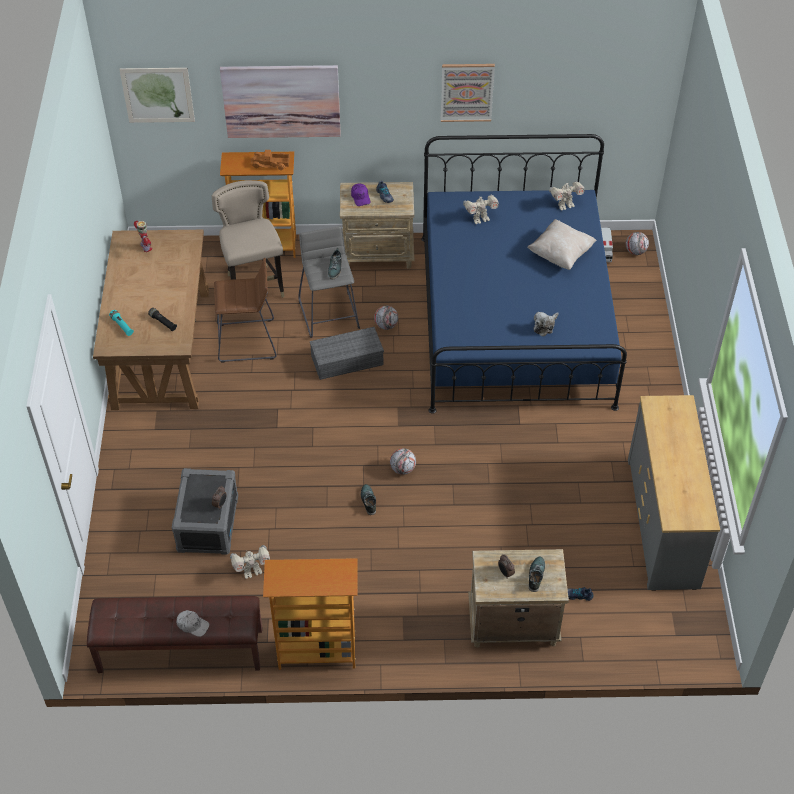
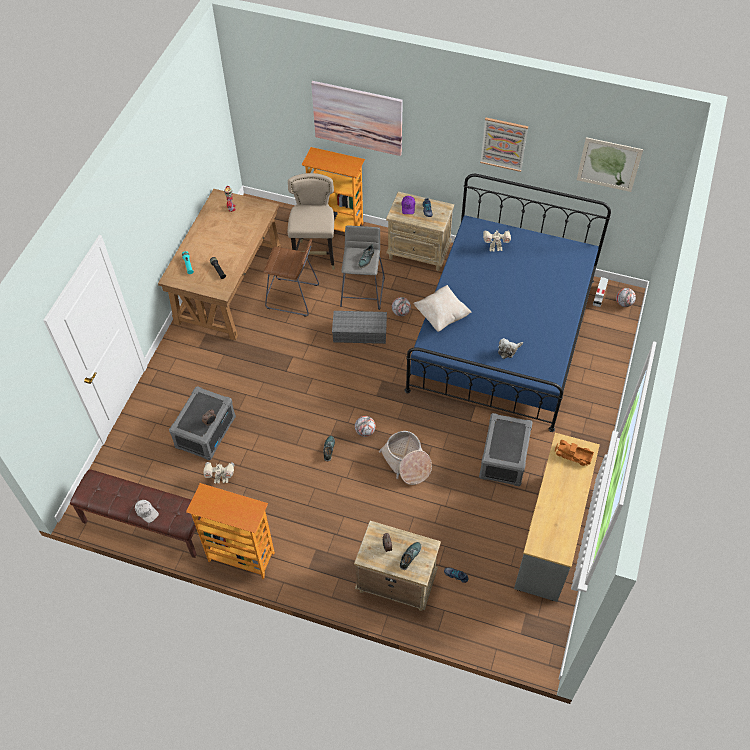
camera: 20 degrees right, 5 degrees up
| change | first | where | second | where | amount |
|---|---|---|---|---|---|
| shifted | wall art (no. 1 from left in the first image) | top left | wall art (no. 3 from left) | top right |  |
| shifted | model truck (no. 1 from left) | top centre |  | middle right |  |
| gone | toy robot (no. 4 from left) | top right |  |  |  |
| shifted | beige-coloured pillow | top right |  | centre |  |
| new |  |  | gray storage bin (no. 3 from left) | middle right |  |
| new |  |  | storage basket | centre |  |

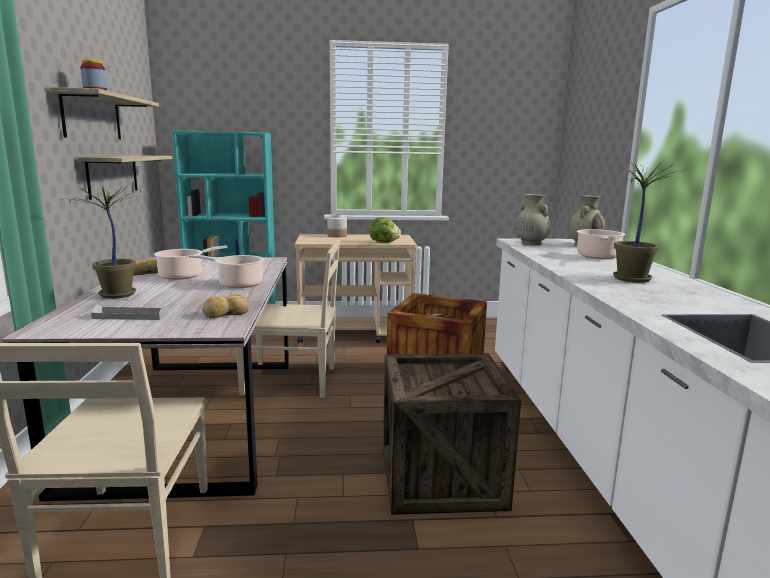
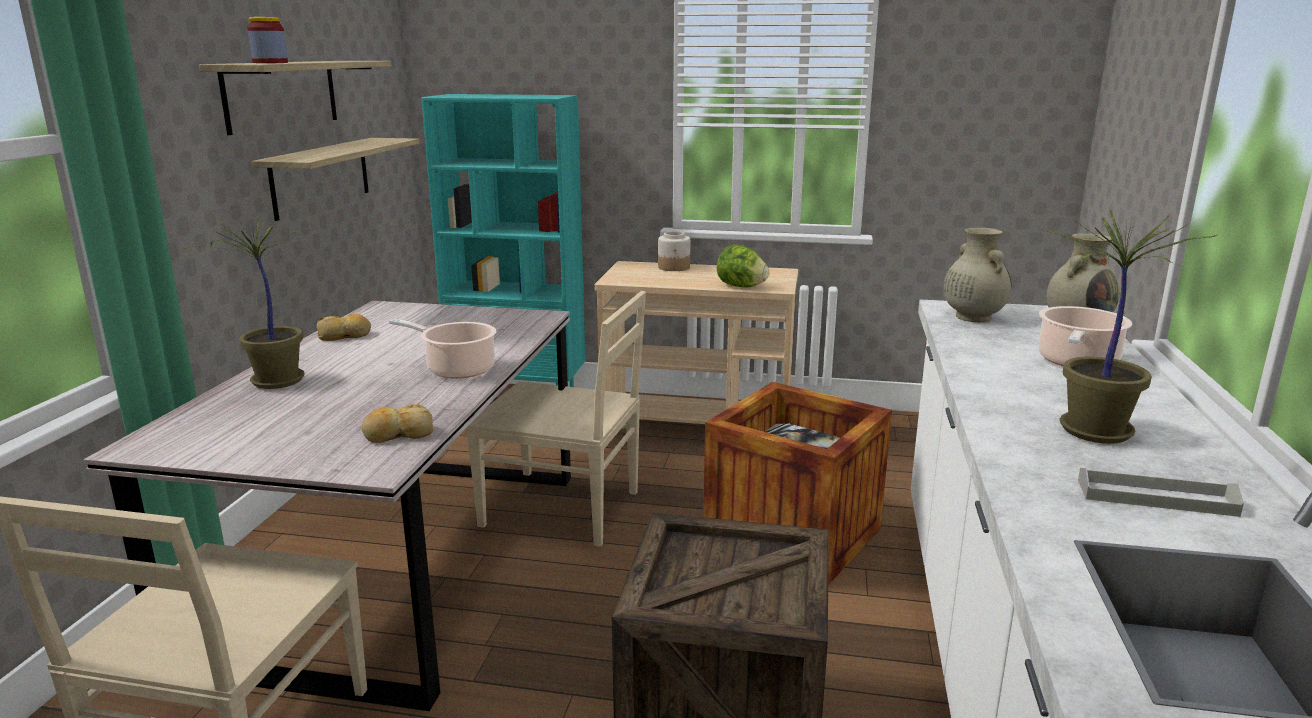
camera: 15 degrees right, 5 degrees up
| change | first | where | second | where | amount |
|---|---|---|---|---|---|
| gone | stockpot (no. 1 from left) | middle left |  |  |  |
| shifted | gray tray | middle left |  | bottom right |  |

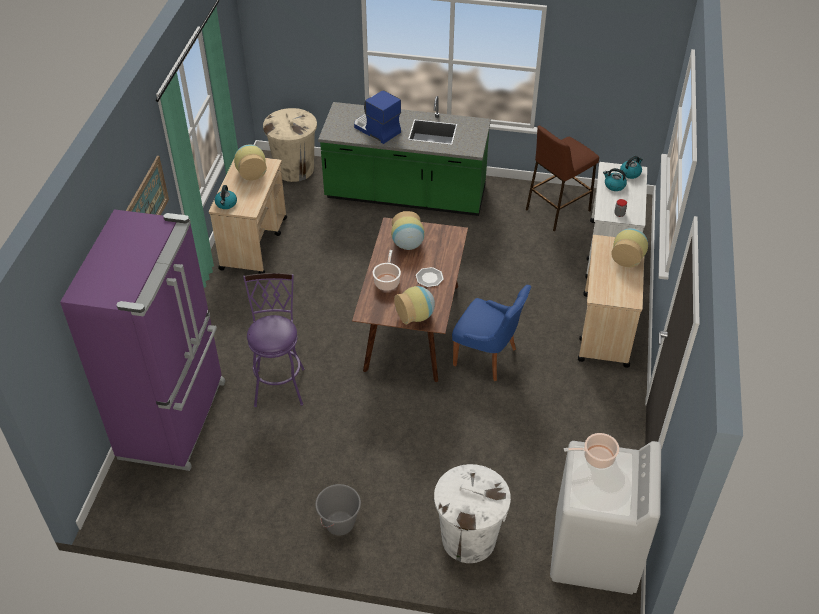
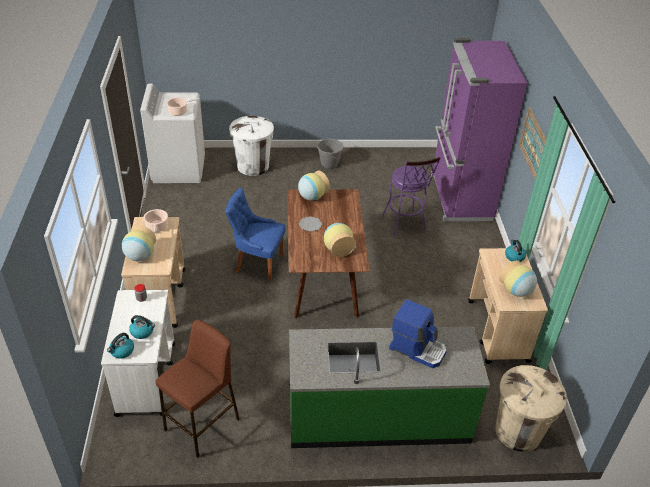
camera: 165 degrees right, 5 degrees down
| change | first | where | second | where | amount |
|---|---|---|---|---|---|
| shifted | stockpot (no. 1 from left) | centre |  | middle left |  |

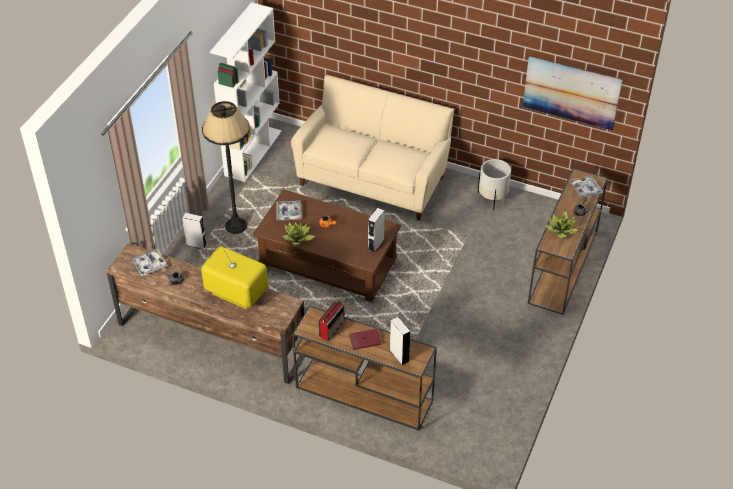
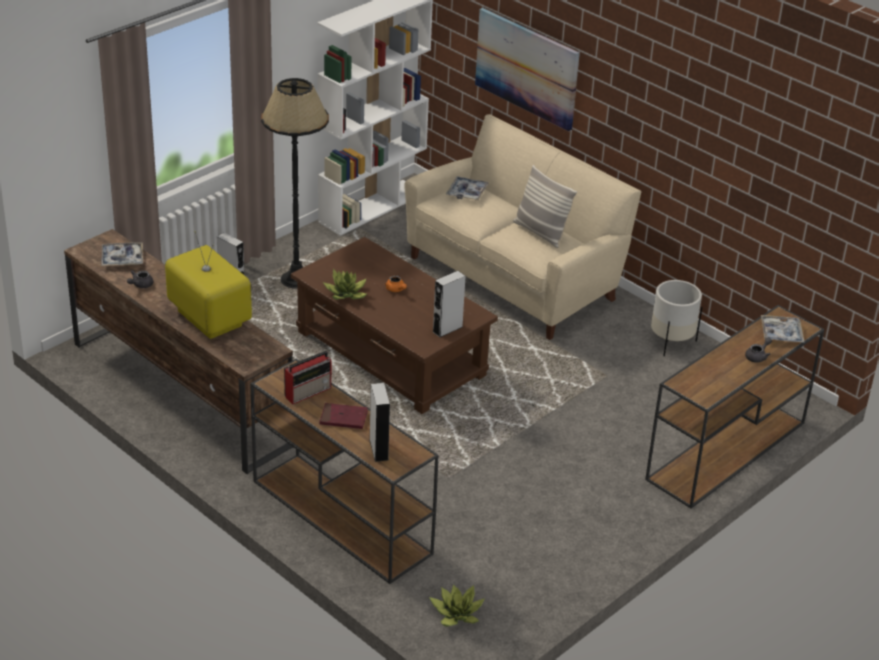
camera: 20 degrees right, 10 degrees down
| change | first | where | second | where | amount |
|---|---|---|---|---|---|
| shifted | wall art | top right |  | top centre |  |
| shifted | tray (no. 2 from left) | centre |  | top centre |  |
| shifted | potted plant (no. 2 from left) | middle right |  | bottom centre |  |
| new |  |  | pillow | top centre |  |

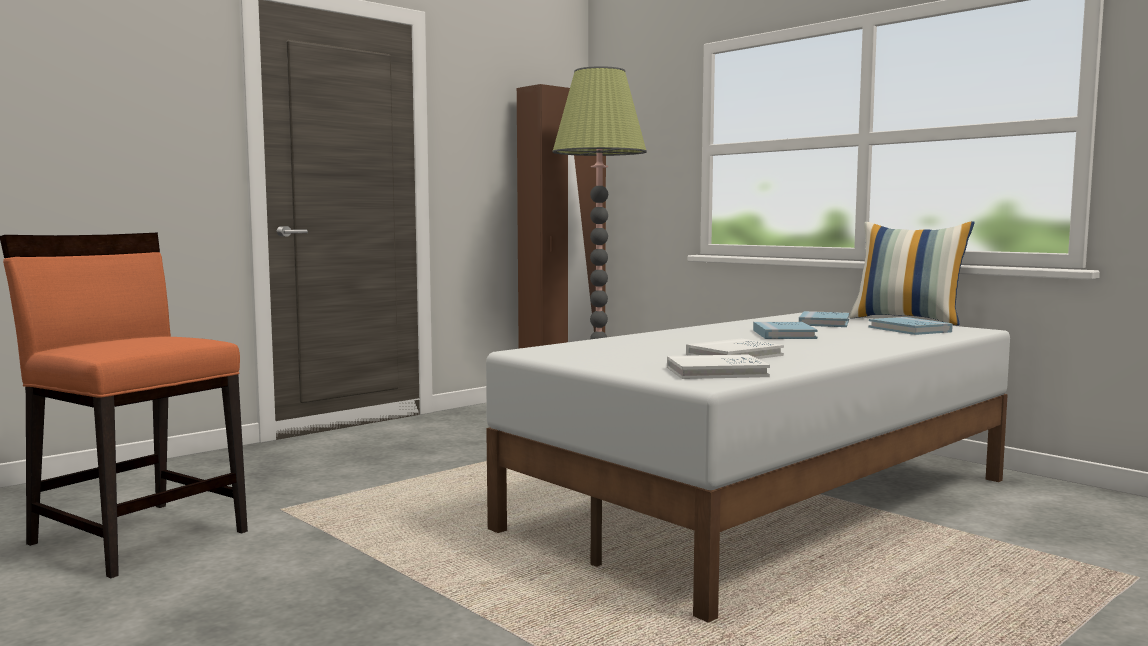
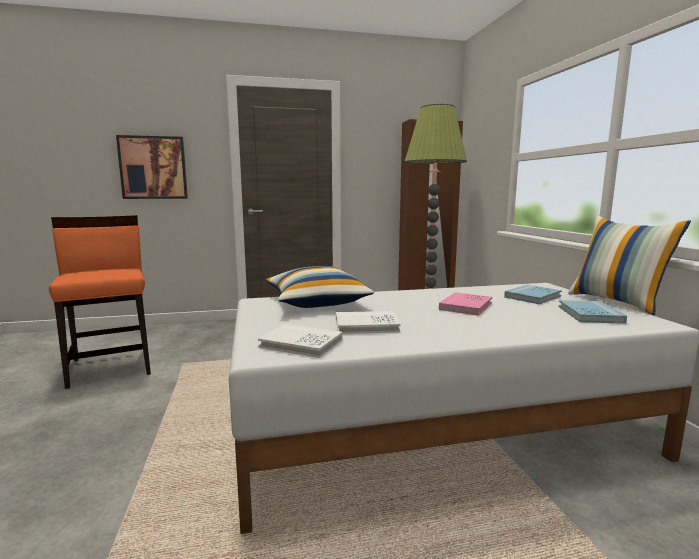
camera: 30 degrees right, 5 degrees up
| change | first | where | second | where | amount |
|---|---|---|---|---|---|
| repainted | bluish bound book (no. 1 from left) | middle right | pink bound book | centre |  |
| new |  |  | wall art | top left |  |
| new |  |  | pillow (no. 1 from left) | centre |  |

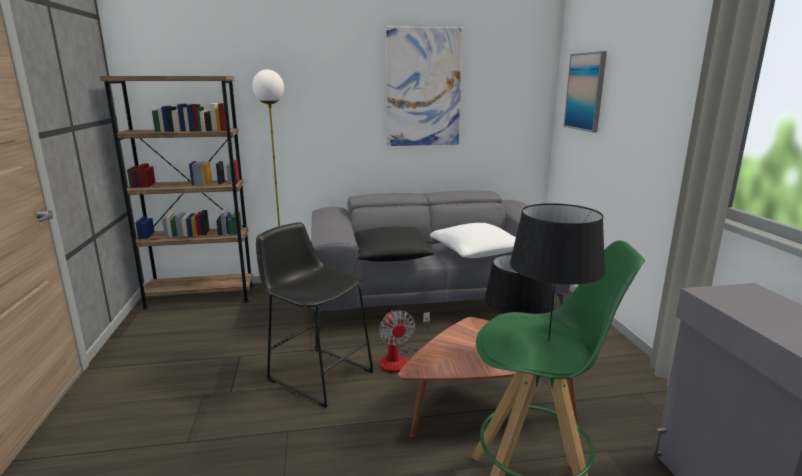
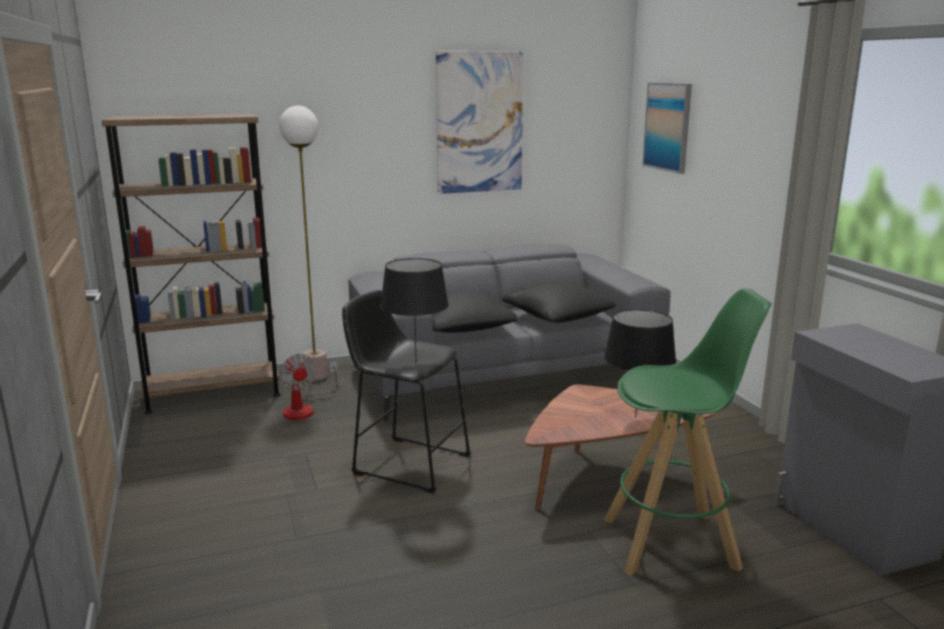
camera: 10 degrees left, 0 degrees up
| change | first | where | second | where | amount |
|---|---|---|---|---|---|
| shifted | blackish lamp for a table (no. 2 from left in the first image) | middle right | blackish lamp for a table (no. 1 from left) | centre |  |
| repainted | white pillow | centre | blackish pillow (no. 2 from left) | centre |  |
| shifted | fan | bottom centre |  | middle left |  |

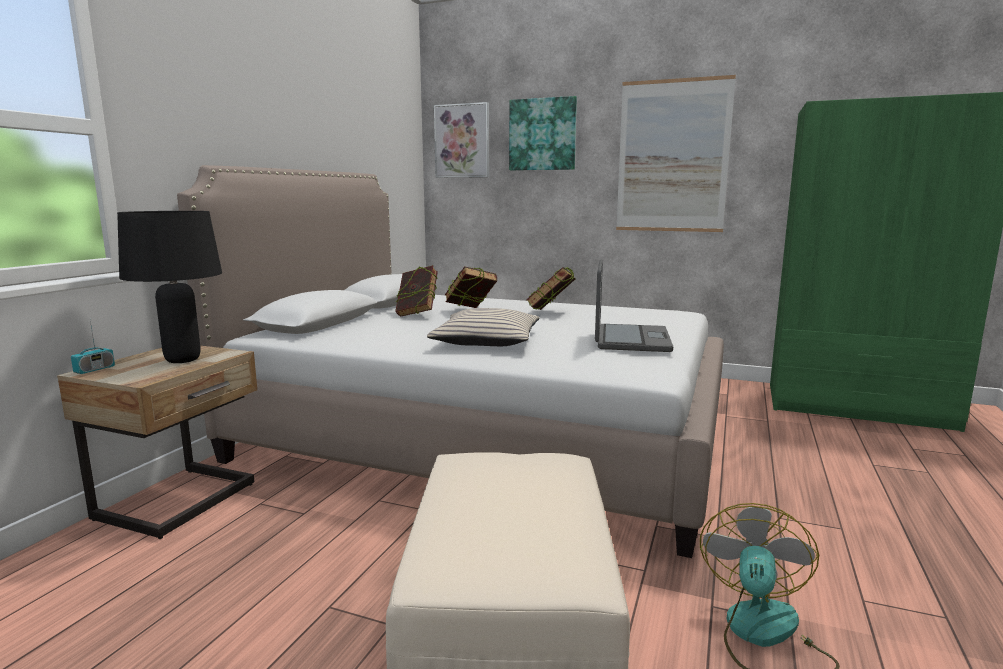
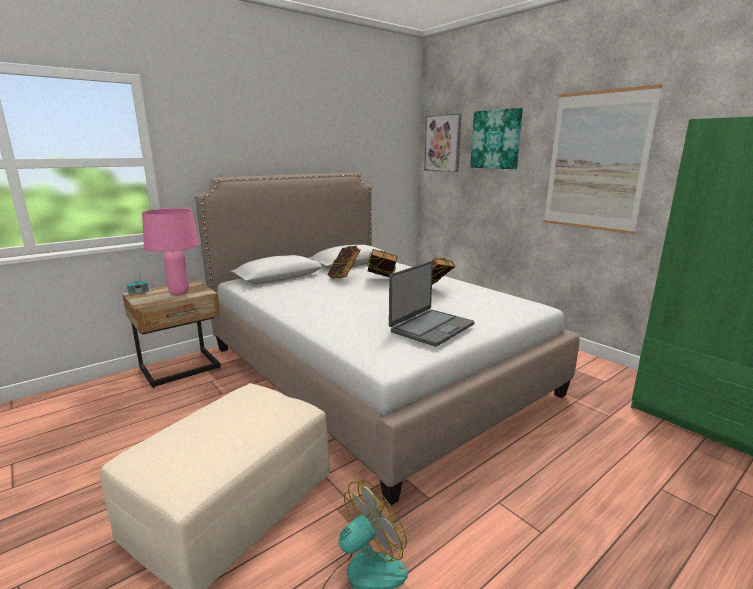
camera: 30 degrees right, 5 degrees up
| change | first | where | second | where | amount |
|---|---|---|---|---|---|
| repainted | blackish lamp for a table | middle left | pink lamp for a table | middle left |  |
| gone | beige-coloured pillow | centre |  |  |  |

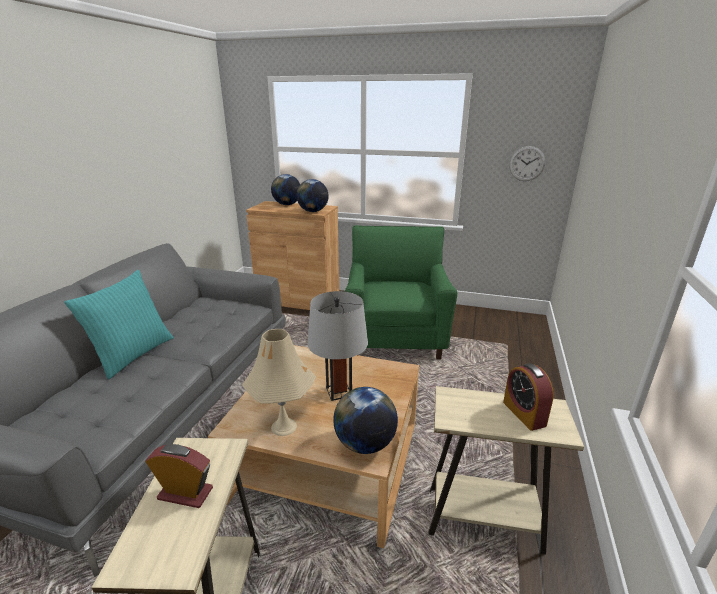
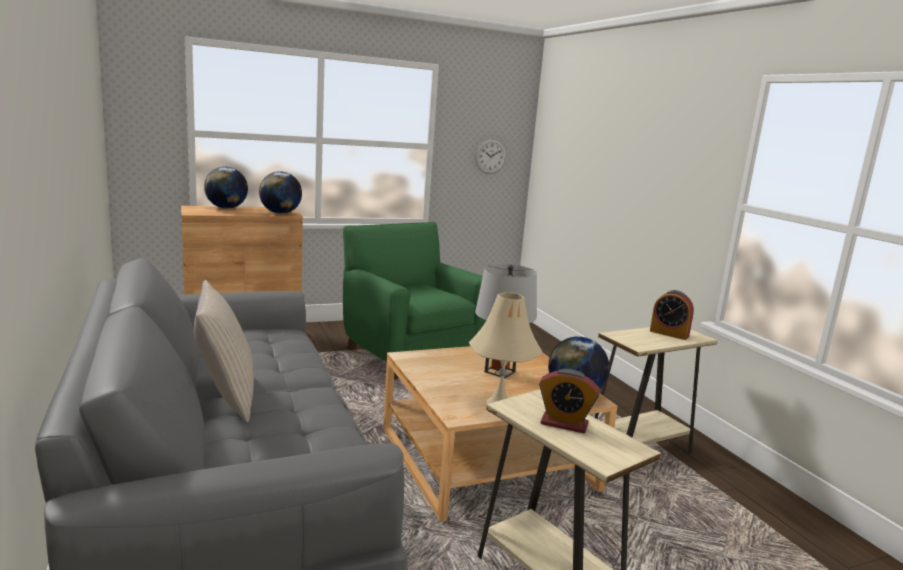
camera: 40 degrees left, 10 degrees down
| change | first | where | second | where | amount |
|---|---|---|---|---|---|
| repainted | turquoise-coloured pillow | middle left | beige-coloured pillow | middle left |  |
| rotated | table clock (no. 1 from left) | bottom left |  | bottom centre | 135 degrees counterclockwise |

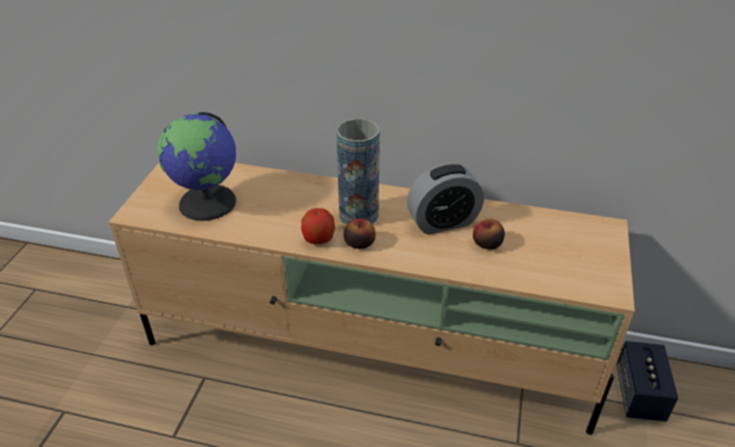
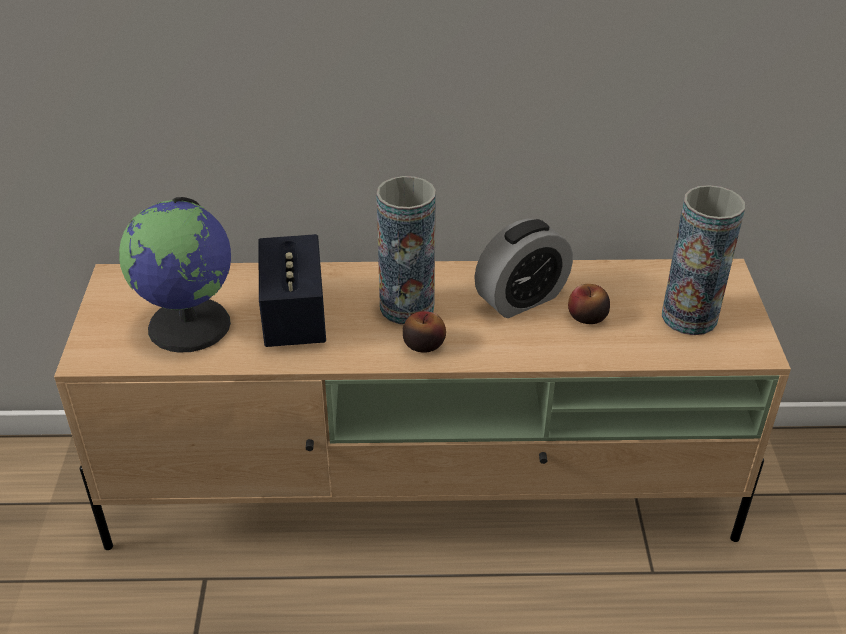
camera: 15 degrees left, 0 degrees up
| change | first | where | second | where | amount |
|---|---|---|---|---|---|
| gone | apple (no. 1 from left) | centre |  |  |  |
| shifted | audio speaker | bottom right |  | centre |  |
| new |  |  | vase (no. 2 from left) | middle right |  |

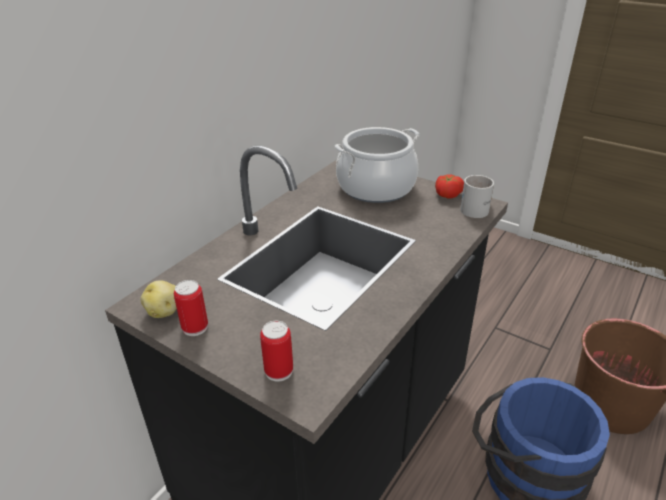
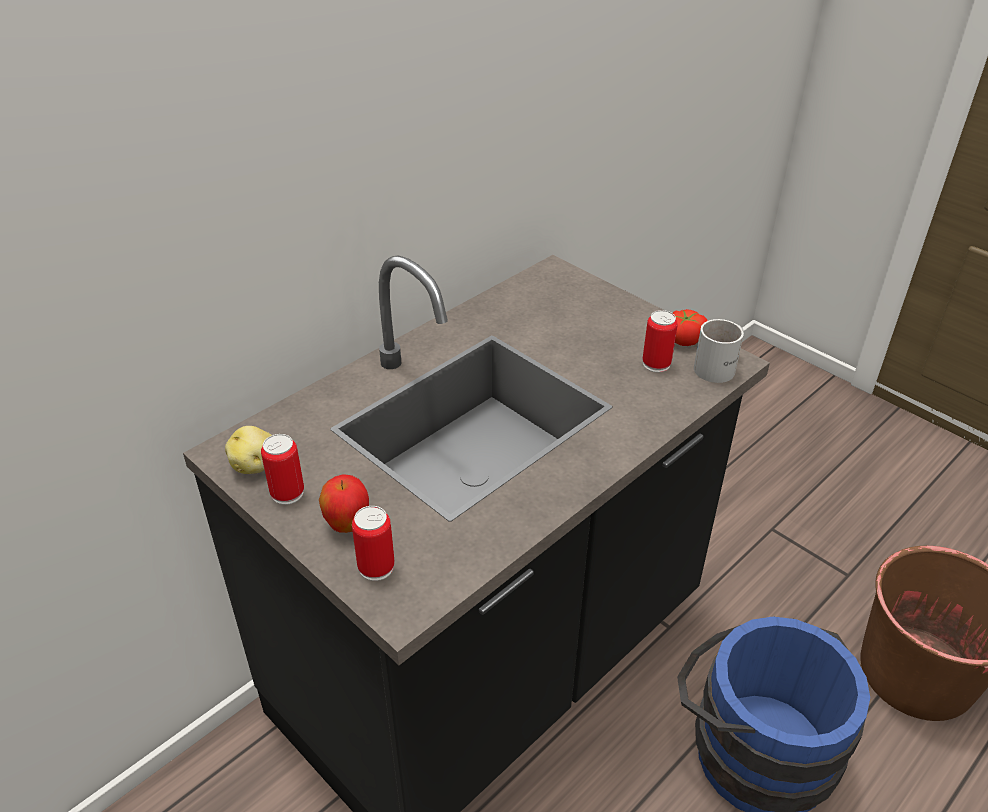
camera: 10 degrees right, 5 degrees up
| change | first | where | second | where | amount |
|---|---|---|---|---|---|
| gone | stockpot | top centre |  |  |  |
| new |  |  | can (no. 3 from left) | middle right |  |
| new |  |  | apple | centre |  |

